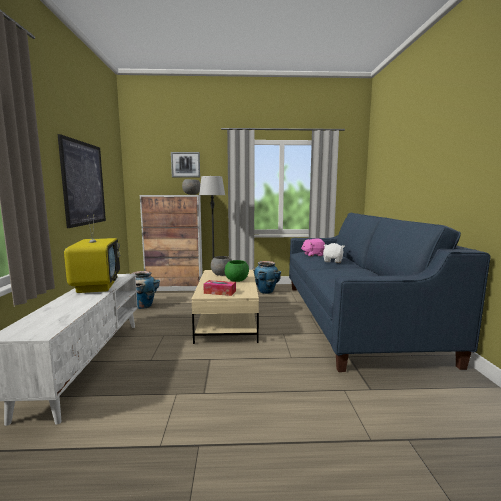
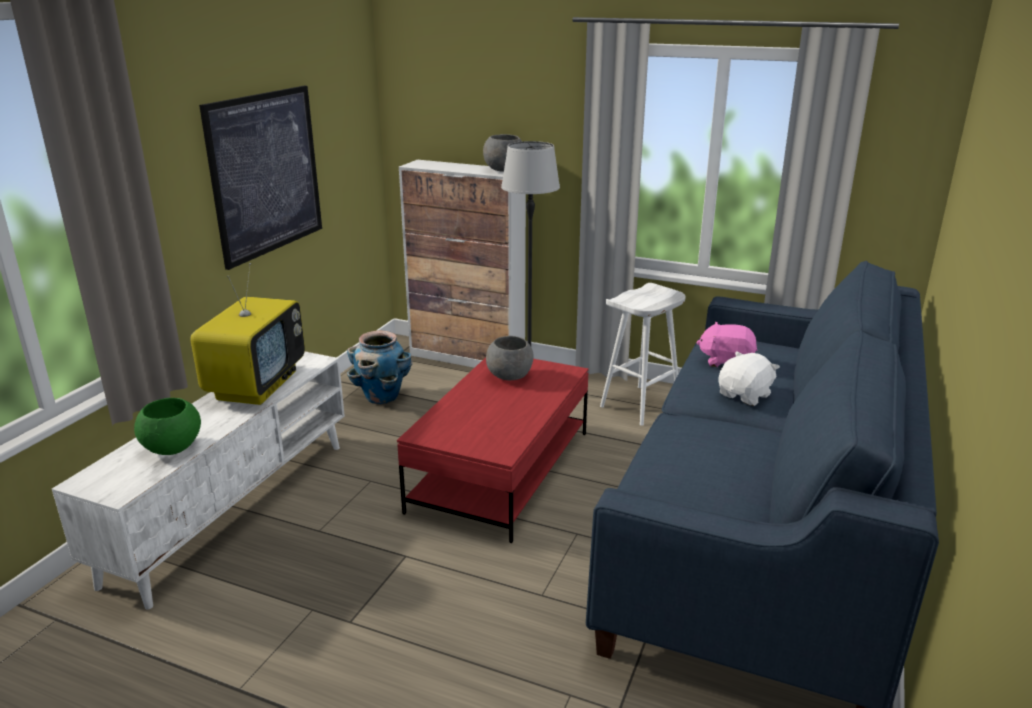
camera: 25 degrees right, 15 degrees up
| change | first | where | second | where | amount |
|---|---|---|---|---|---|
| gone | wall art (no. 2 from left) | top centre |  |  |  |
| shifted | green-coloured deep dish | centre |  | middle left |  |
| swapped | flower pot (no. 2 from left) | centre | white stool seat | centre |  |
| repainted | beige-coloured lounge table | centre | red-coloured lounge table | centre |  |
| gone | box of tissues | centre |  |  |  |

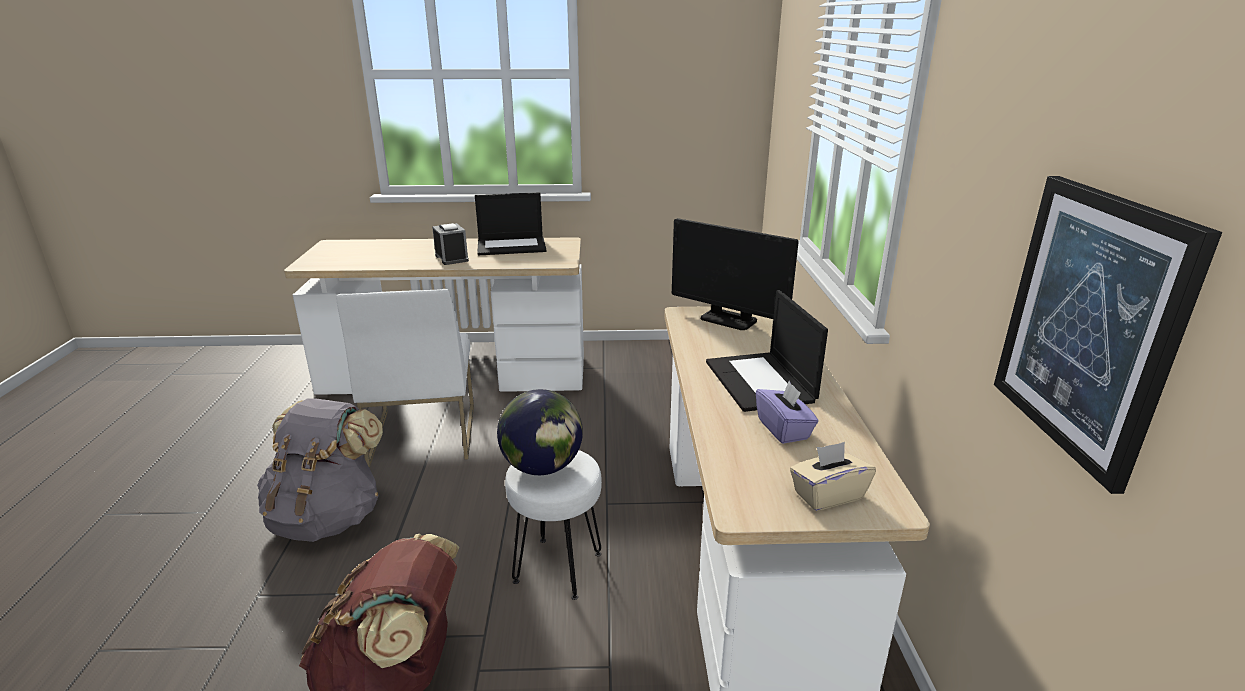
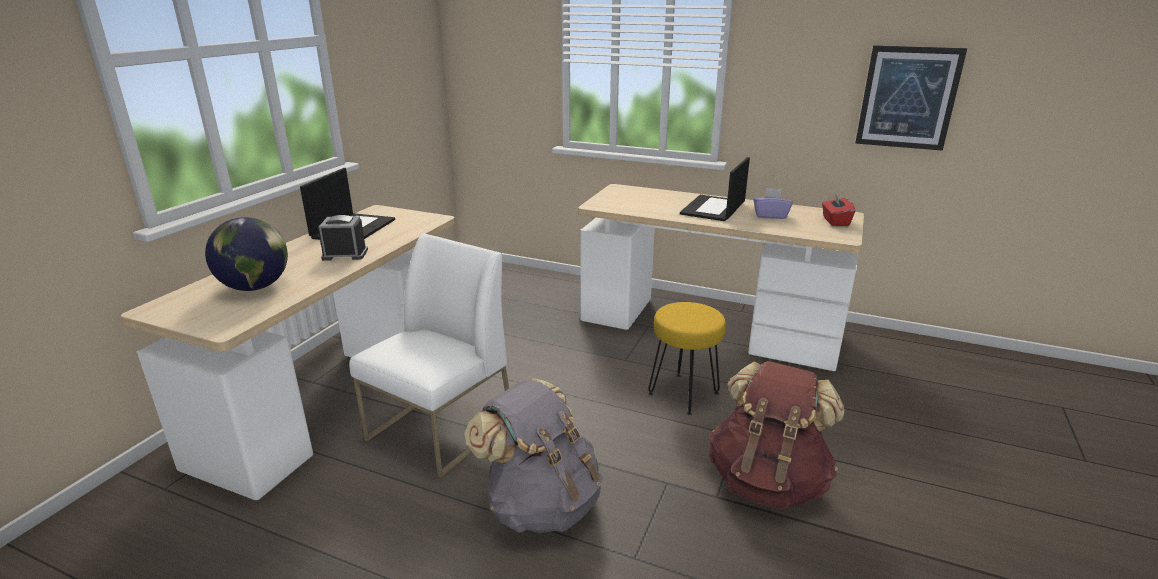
camera: 65 degrees left, 0 degrees up
| change | first | where | second | where | amount |
|---|---|---|---|---|---|
| gone | computer screen | centre |  |  |  |
| rotated | white plain chair | middle left |  | centre | 75 degrees counterclockwise |
| rotated | portable computer (no. 2 from left) | centre |  | top centre | 105 degrees clockwise |
| shifted | desk globe | centre |  | middle left |  |
| repainted | beige-coloured box of tissues | bottom right | red-coloured box of tissues | middle right |  |
| repainted | white stool seat | bottom centre | yellow-coloured stool seat | centre |  |

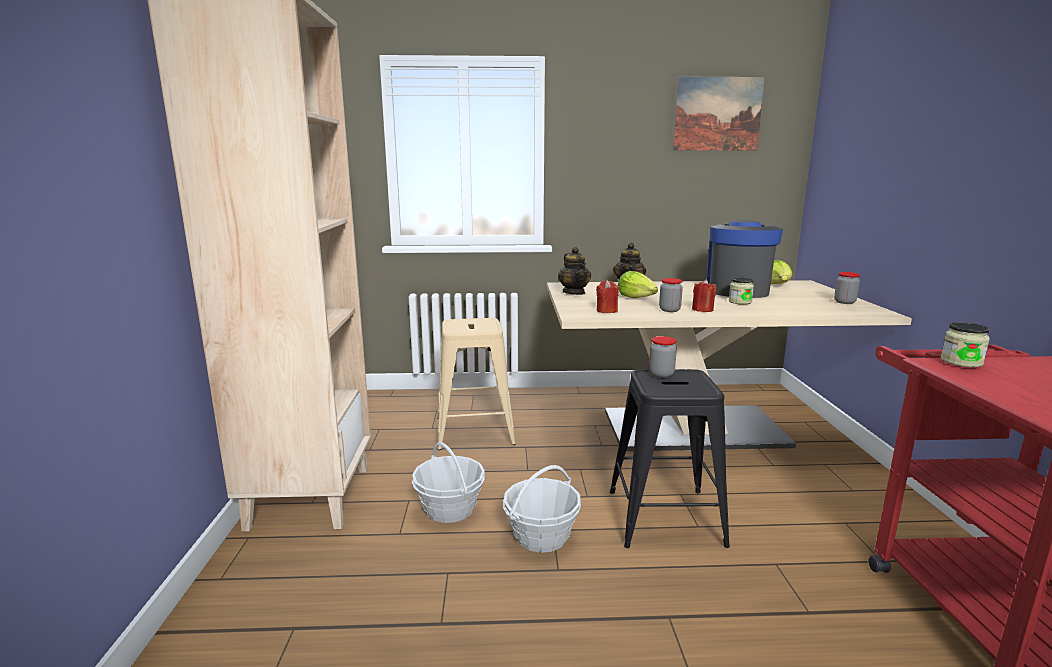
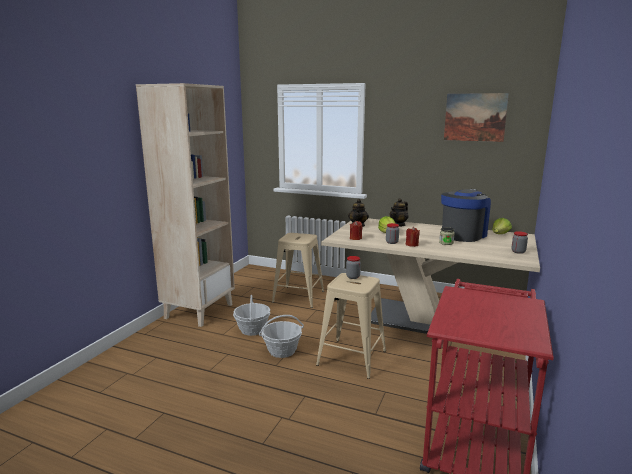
camera: 25 degrees right, 0 degrees up
| change | first | where | second | where | amount |
|---|---|---|---|---|---|
| gone | storage jar (no. 5 from left) | middle right |  |  |  |
| repainted | blackish stool seat | bottom centre | beige-coloured stool seat (no. 2 from left) | bottom centre |  |

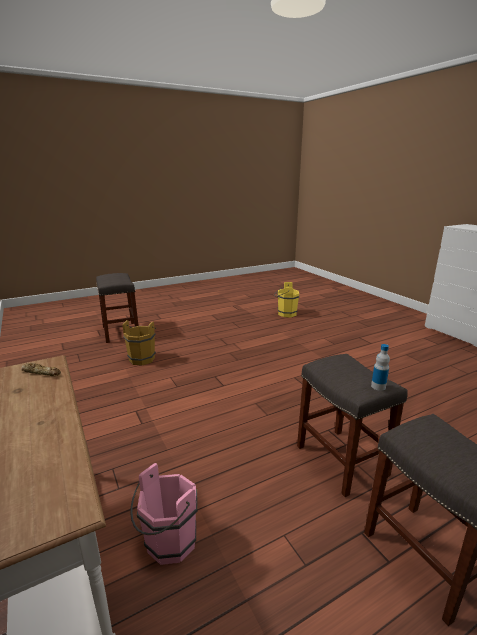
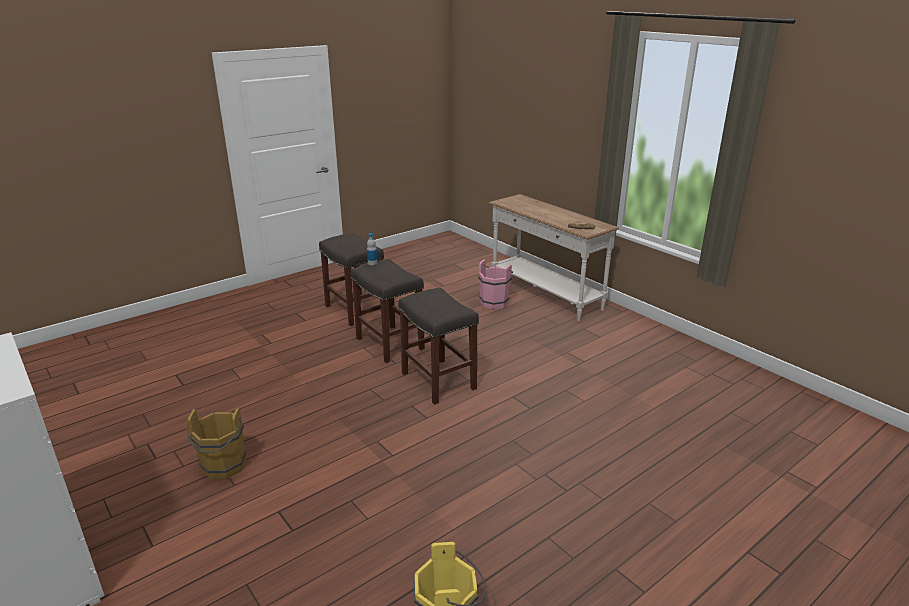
camera: 170 degrees right, 5 degrees up
| change | first | where | second | where | amount |
|---|---|---|---|---|---|
| shifted | gray stool seat (no. 1 from left in the first image) | middle left | gray stool seat (no. 3 from left) | centre |  |
| shifted | brownish pail | middle left |  | bottom left |  |

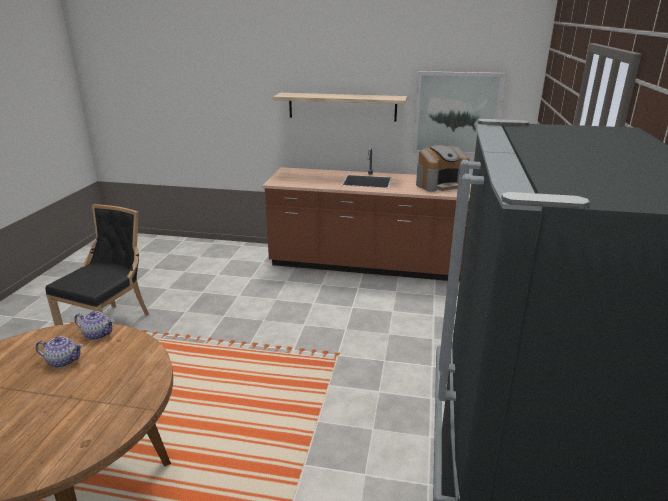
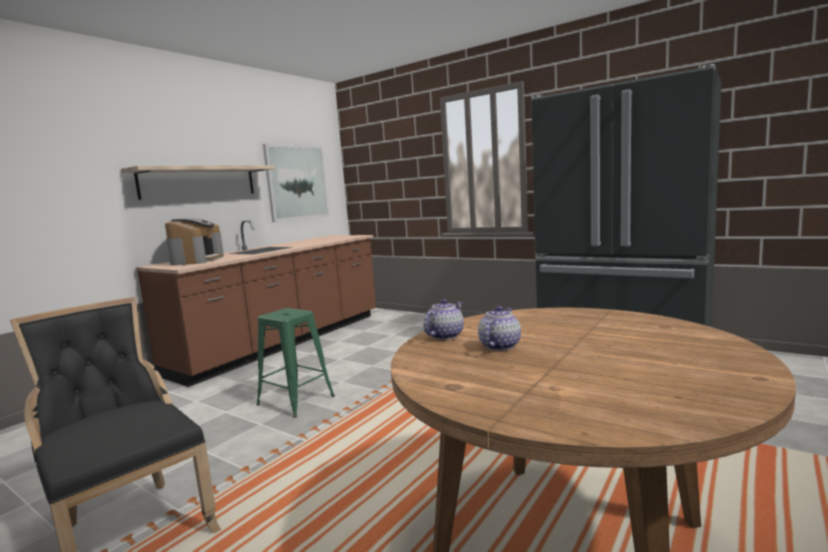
camera: 65 degrees left, 15 degrees down
| change | first | where | second | where | amount |
|---|---|---|---|---|---|
| shifted | coffee brewer | centre |  | middle left |  |
| new |  |  | green-coloured stool seat | centre |  |

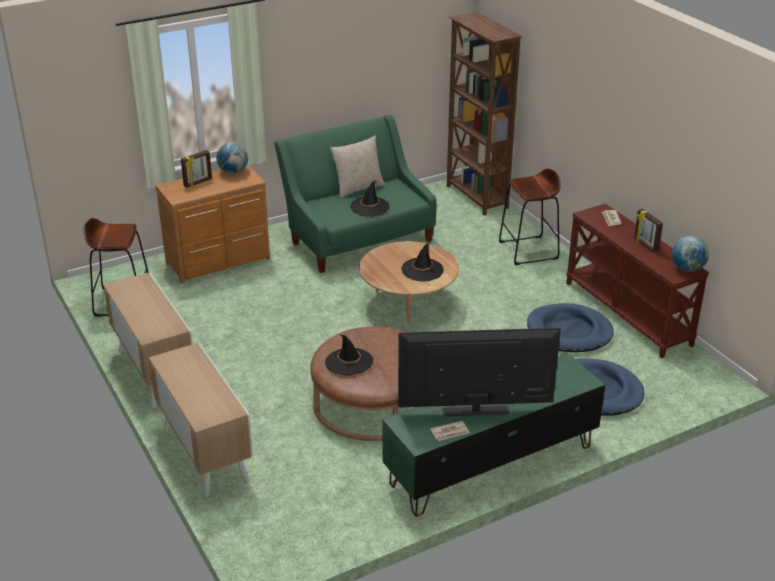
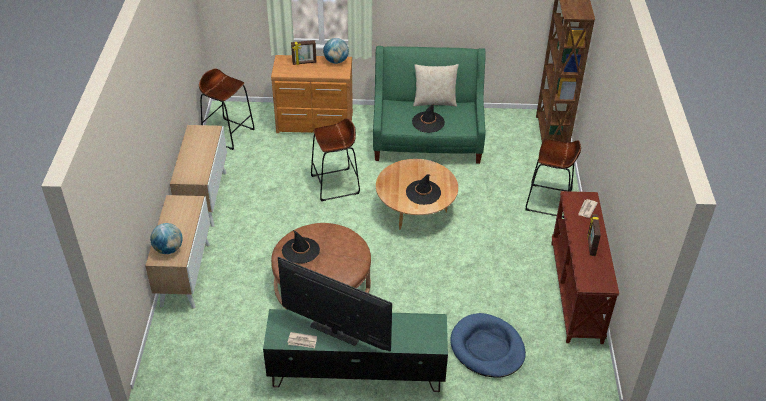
camera: 30 degrees right, 10 degrees up
| change | first | where | second | where | amount |
|---|---|---|---|---|---|
| shifted | desk globe (no. 2 from left in the first image) | middle right | desk globe (no. 1 from left) | middle left |  |
| gone | bluish dog cushion (no. 1 from left) | middle right |  |  |  |
| new |  |  | brownish stool seat (no. 2 from left) | centre |  |

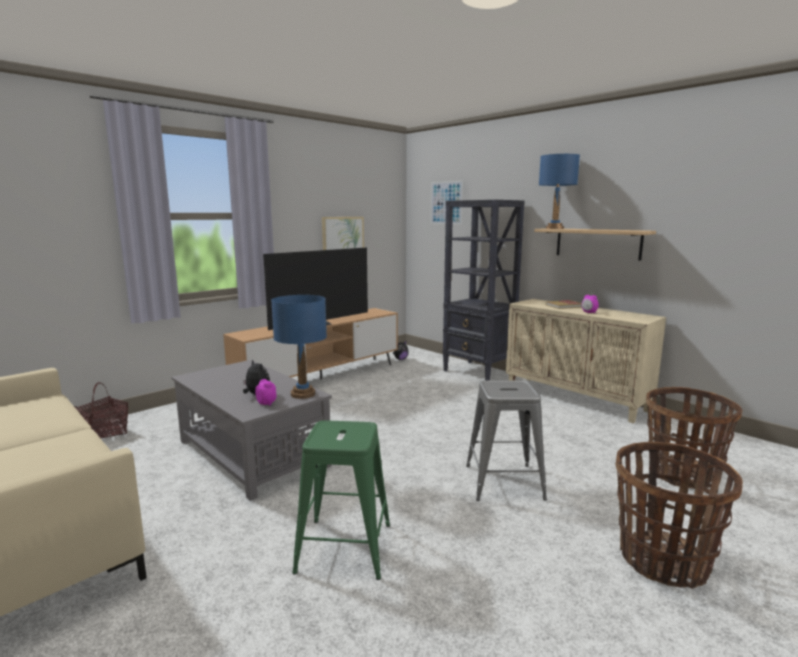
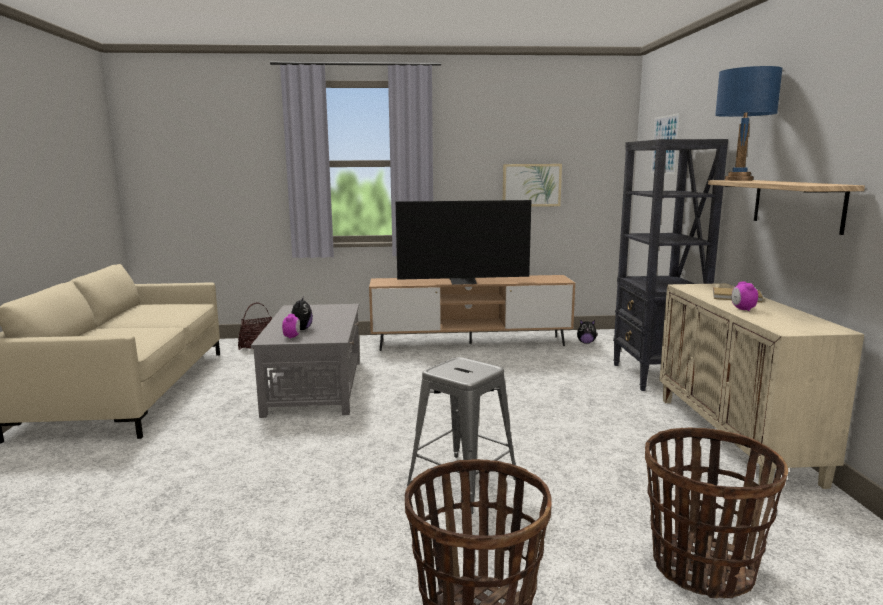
camera: 40 degrees right, 0 degrees up
| change | first | where | second | where | amount |
|---|---|---|---|---|---|
| gone | bluish lamp for a table (no. 1 from left) | centre |  |  |  |
| gone | green-coloured stool seat | bottom centre |  |  |  |

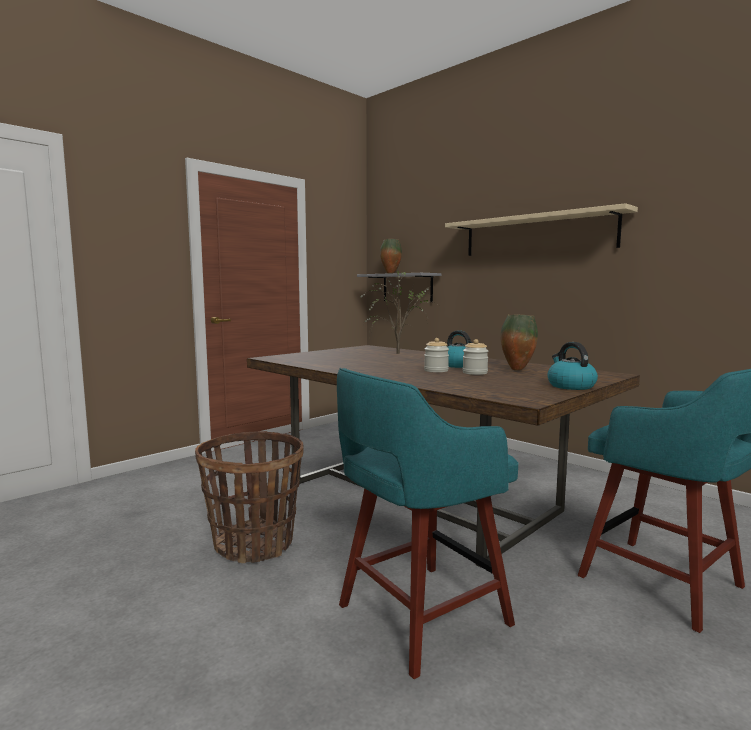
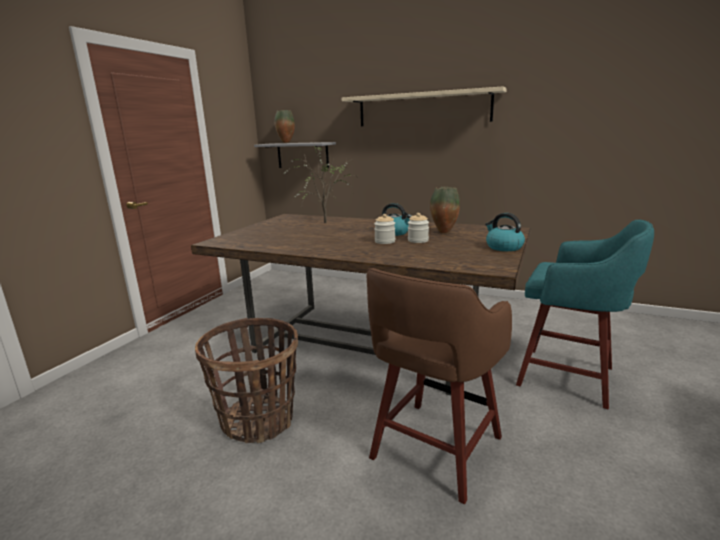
camera: 20 degrees left, 10 degrees up
| change | first | where | second | where | amount |
|---|---|---|---|---|---|
| repainted | turquoise-coloured stool seat (no. 1 from left) | bottom centre | brownish stool seat | bottom centre |  |

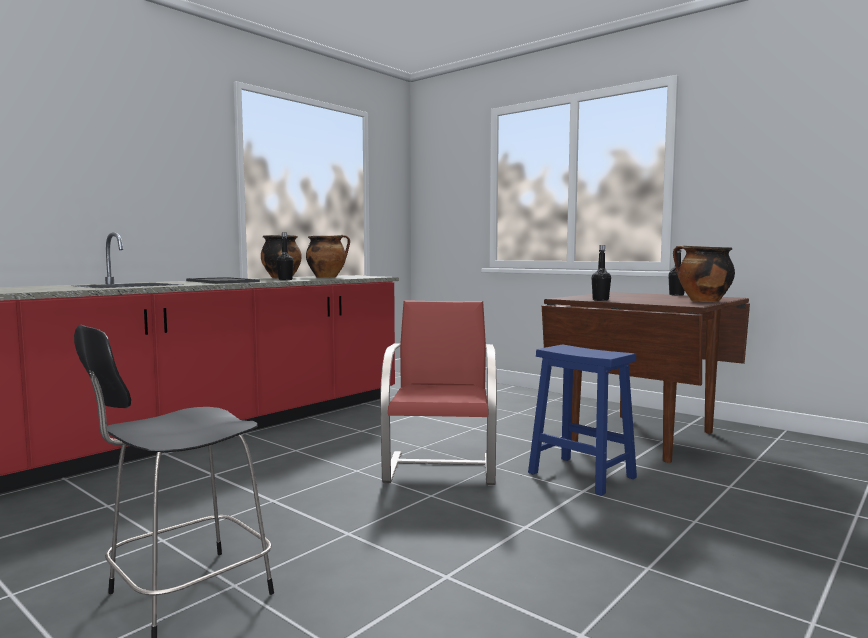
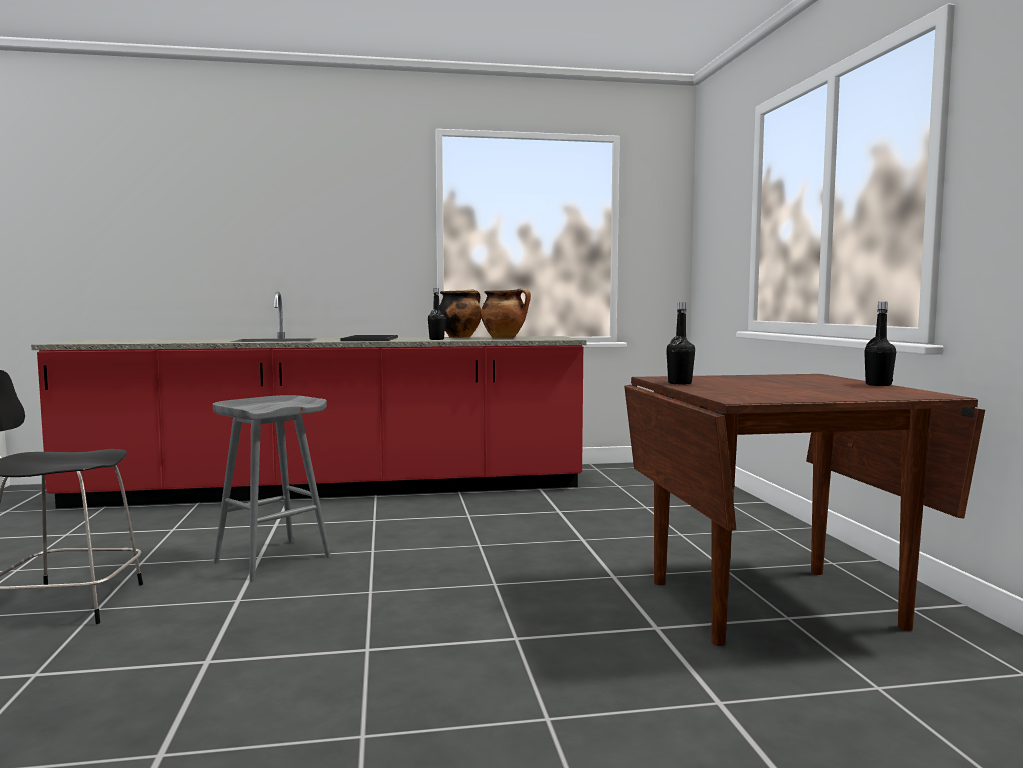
camera: 40 degrees right, 0 degrees up
| change | first | where | second | where | amount |
|---|---|---|---|---|---|
| gone | stockpot (no. 3 from left) | middle right |  |  |  |
| gone | red-coloured plain chair | centre |  |  |  |
| gone | bluish stool seat | middle right |  |  |  |
| new |  |  | gray stool seat | middle left |  |

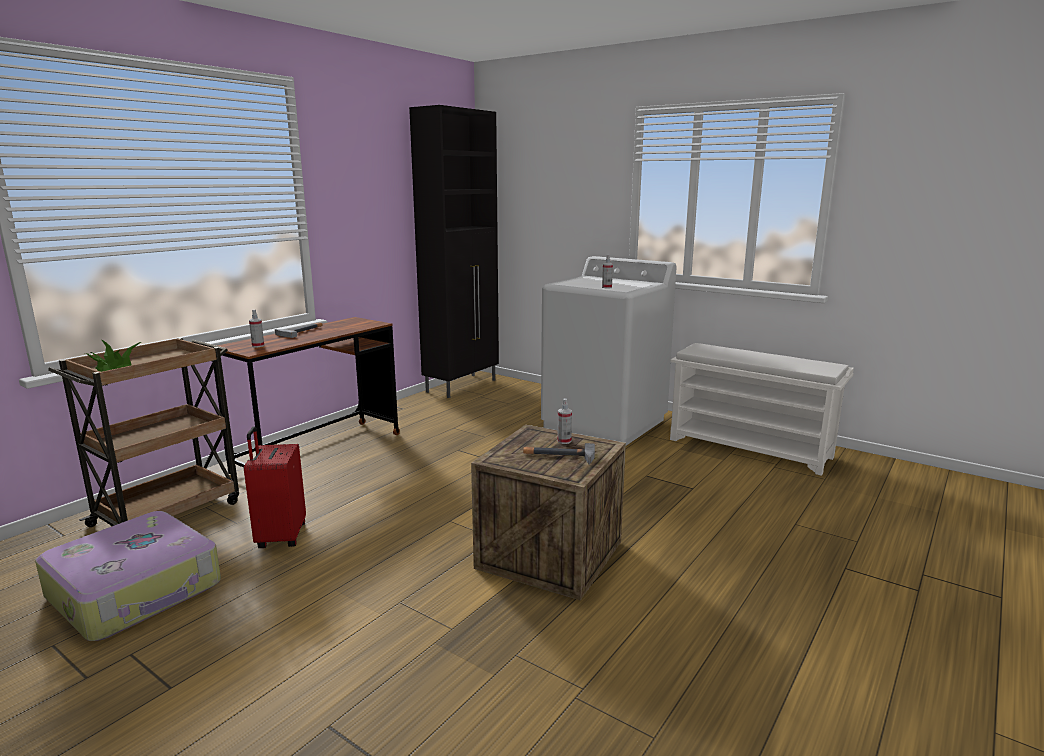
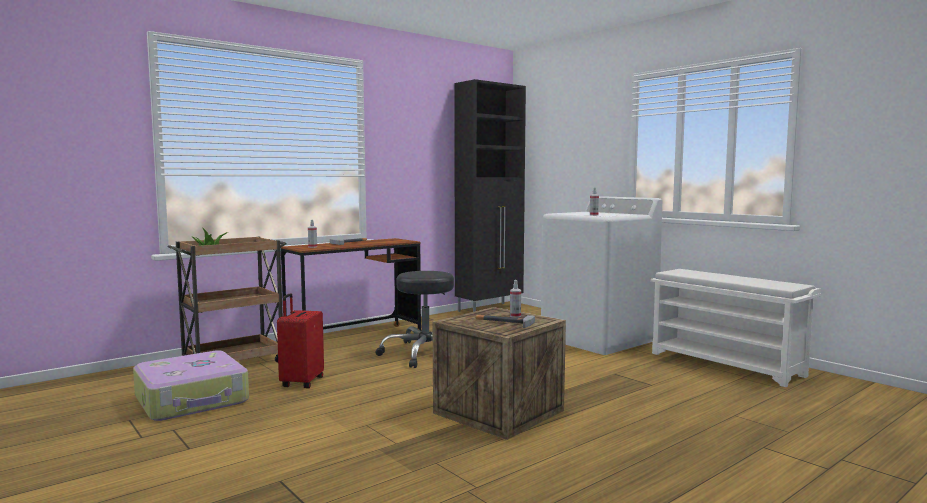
camera: 15 degrees right, 10 degrees down
| change | first | where | second | where | amount |
|---|---|---|---|---|---|
| new |  |  | blackish stool seat | centre |  |

